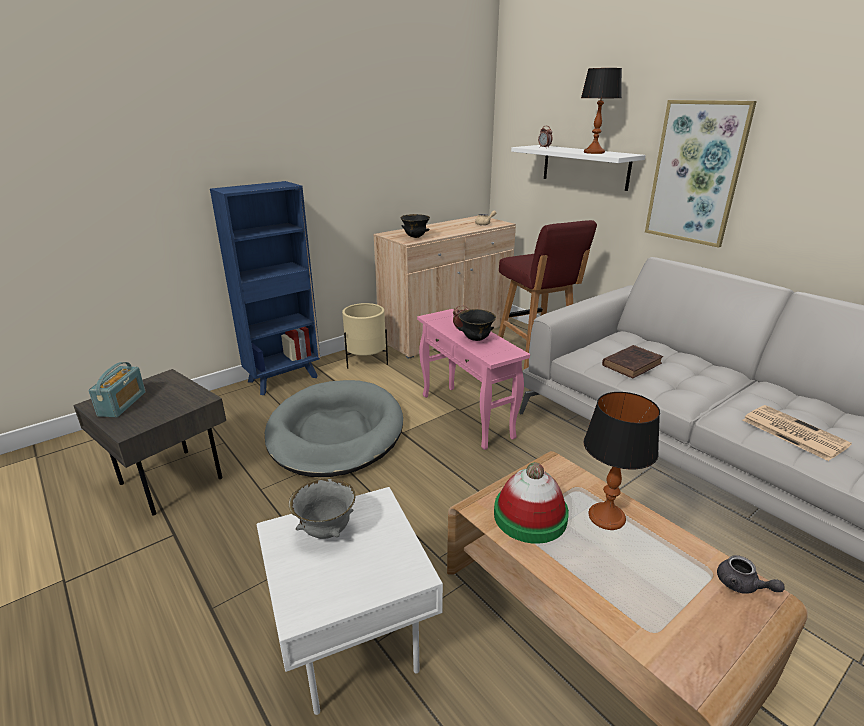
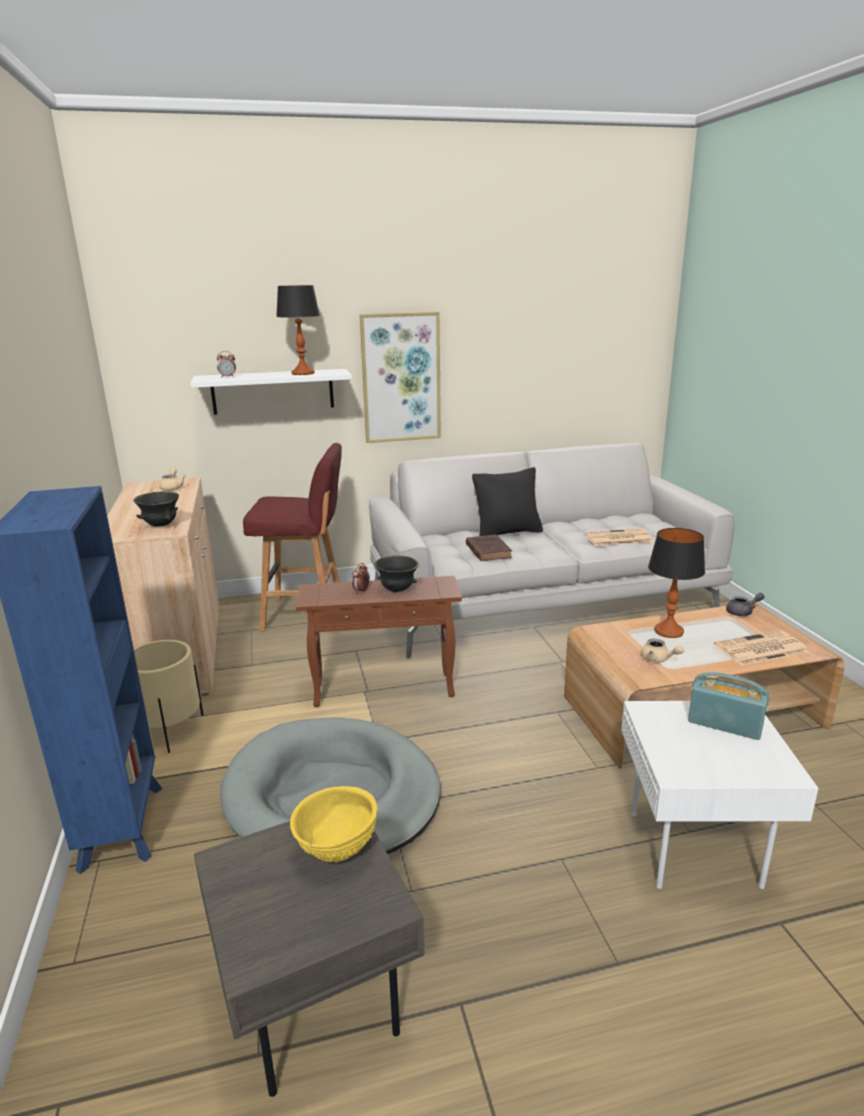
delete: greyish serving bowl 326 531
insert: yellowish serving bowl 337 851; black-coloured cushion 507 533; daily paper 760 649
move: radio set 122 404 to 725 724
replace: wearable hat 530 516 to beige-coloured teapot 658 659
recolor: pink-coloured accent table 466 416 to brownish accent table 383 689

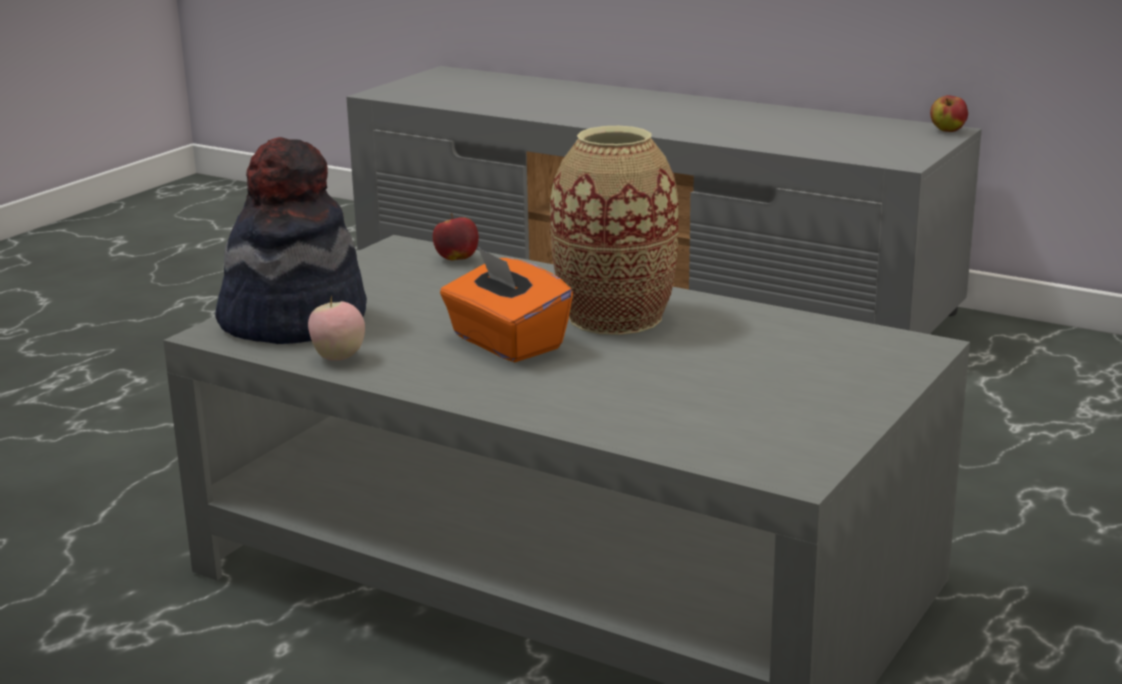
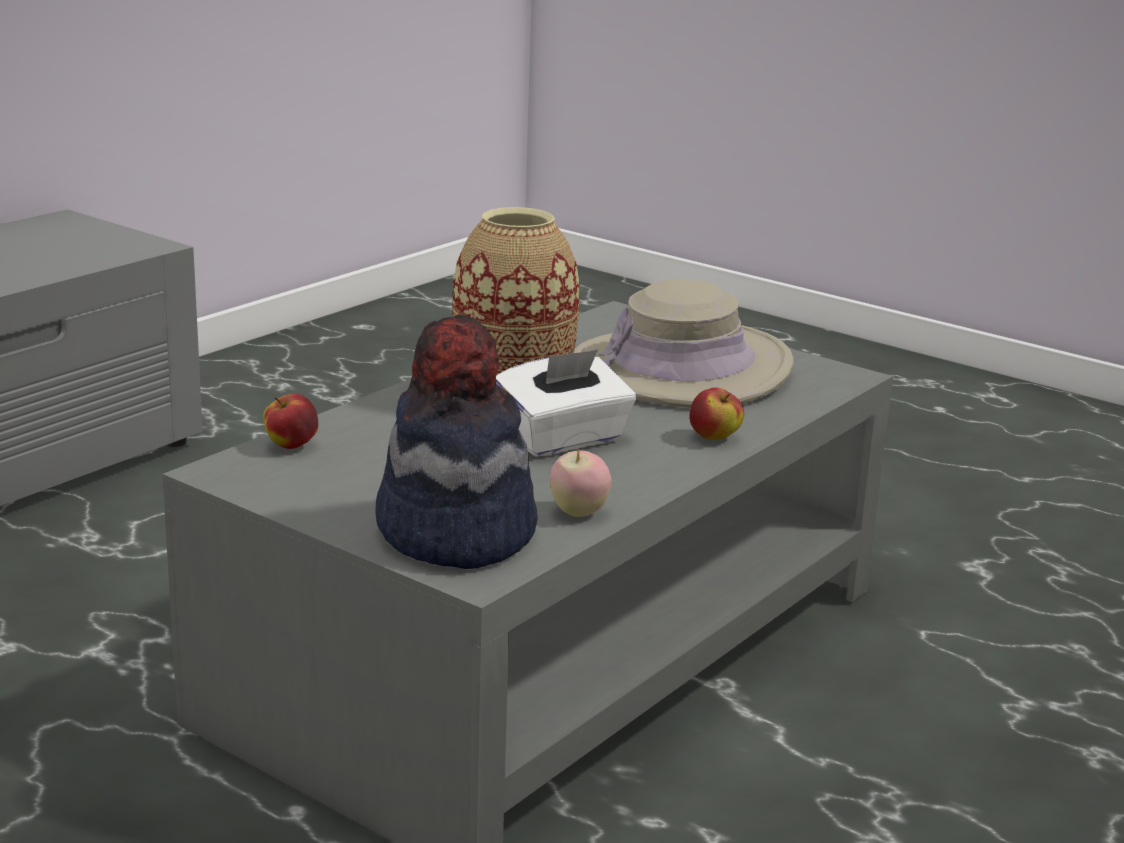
insert: beige-coloured wearable hat 682 369
move: apple 947 131 to 714 437
recolor: orange box of tissues 506 343 to white-coloured box of tissues 563 440

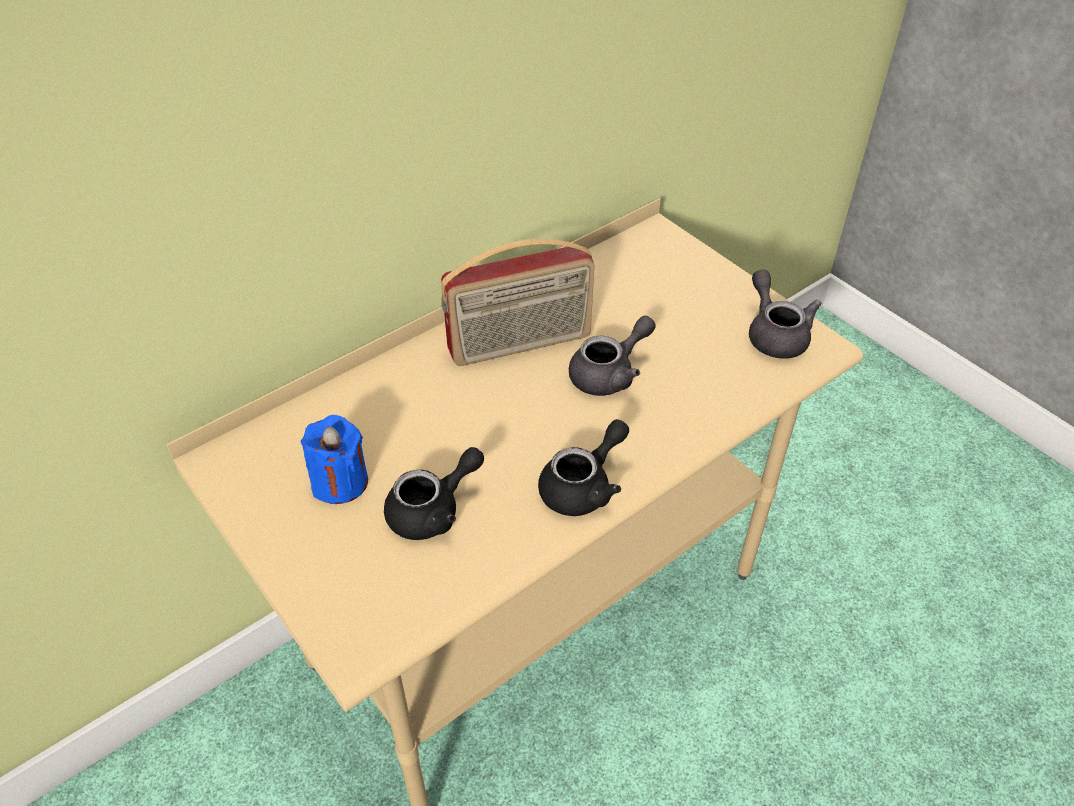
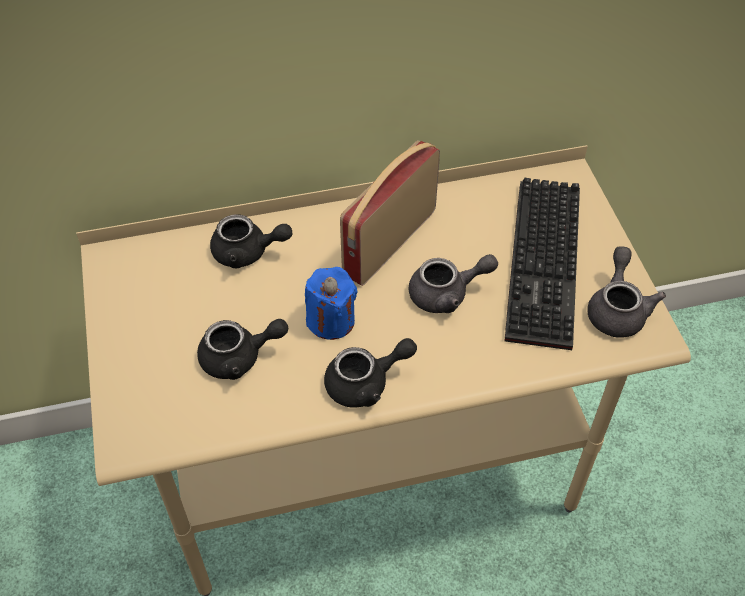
insert: black-coloured teapot 248 253; keyboard 547 266
move: bluish wax candle 340 482 to 331 321
rotate: radio set 520 344 = 388 242 120 degrees clockwise

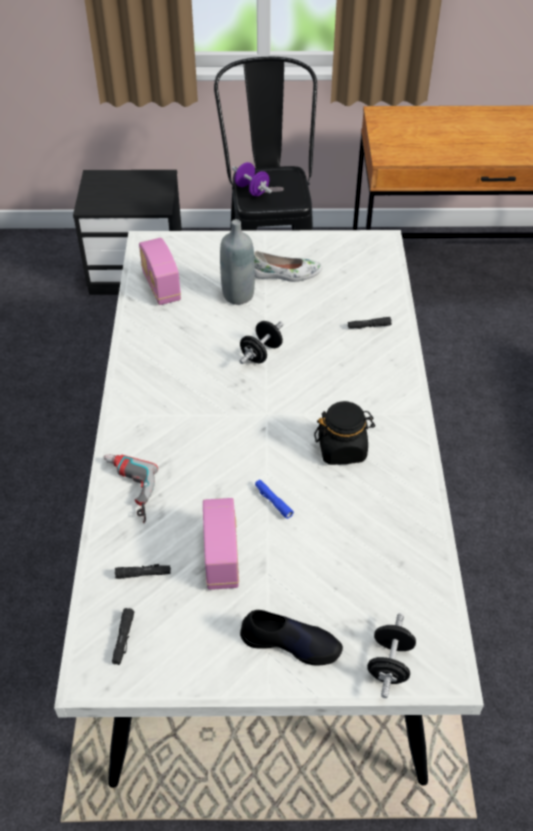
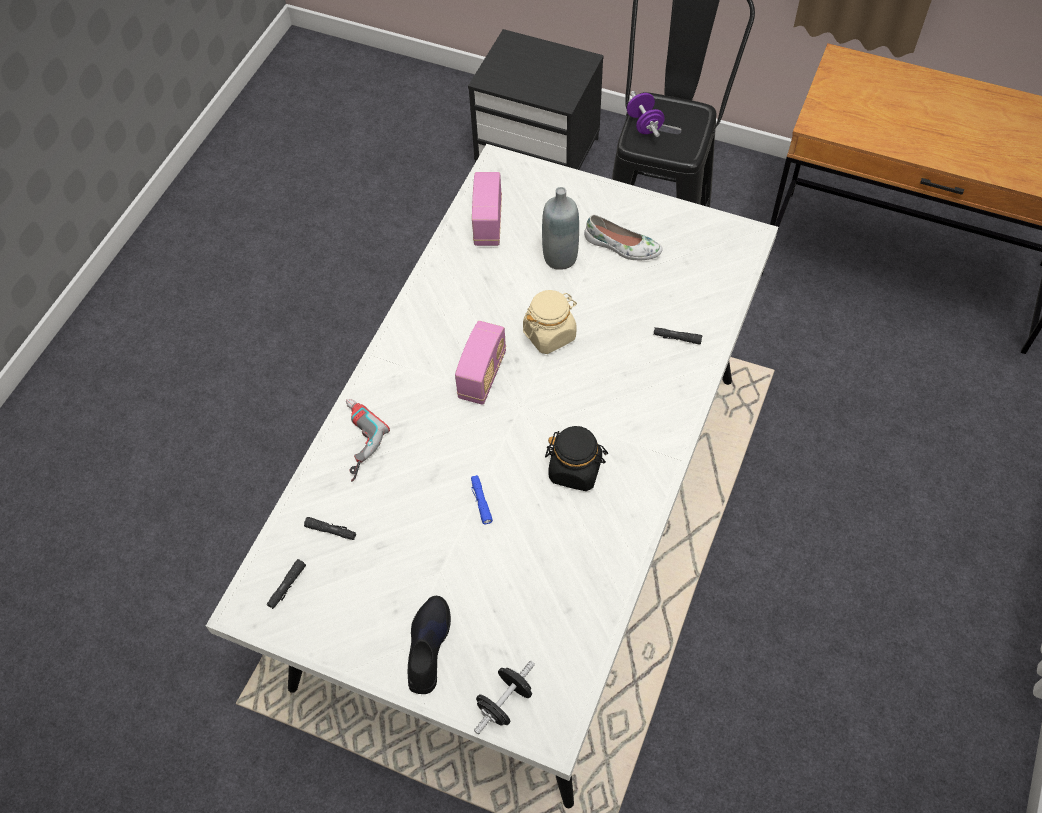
move: radio set 221 558 to 482 376
replace: black-coloured dumbbell 261 353 to beige-coloured preserve jar 550 334
rotate: black-coloured item of footwear 291 642 = 428 647 120 degrees counterclockwise

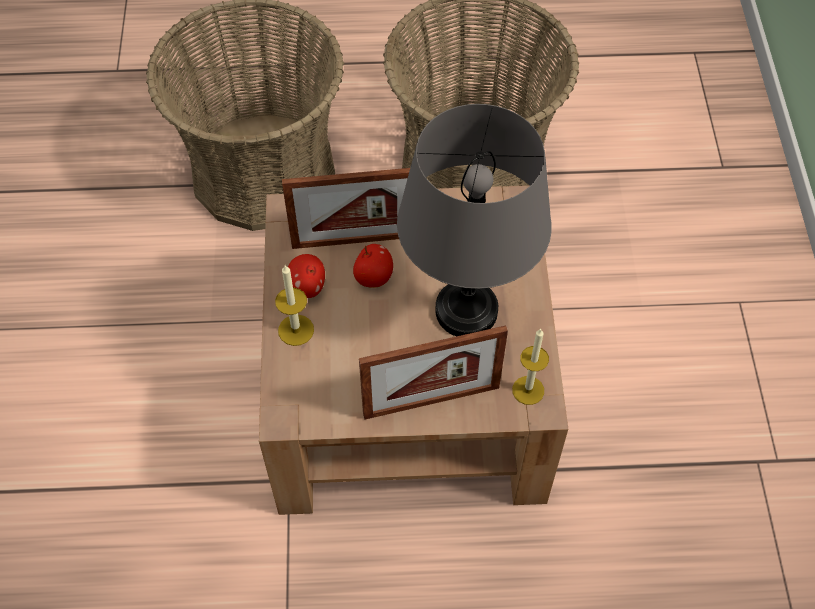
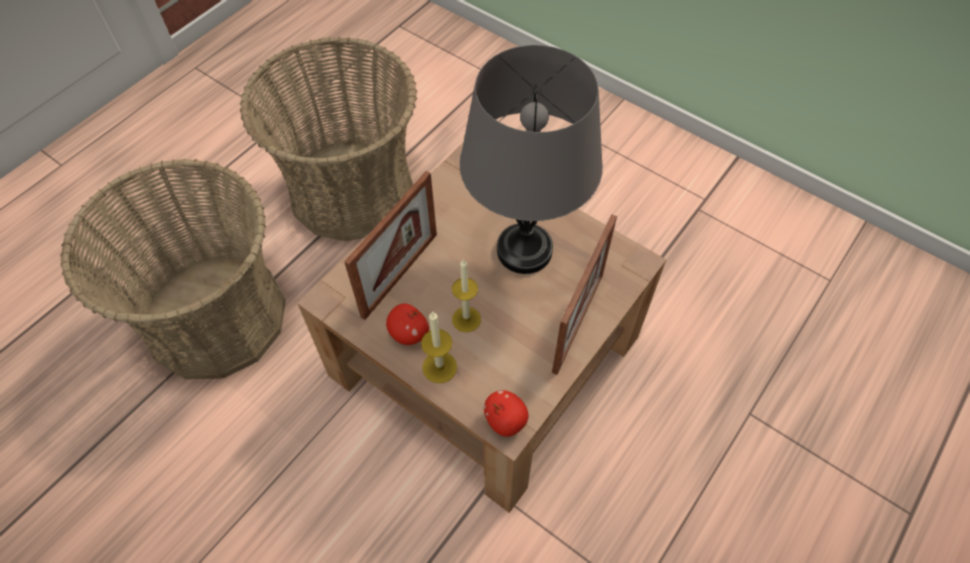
move: apple 373 277 to 505 421; wax candle 528 390 to 466 319

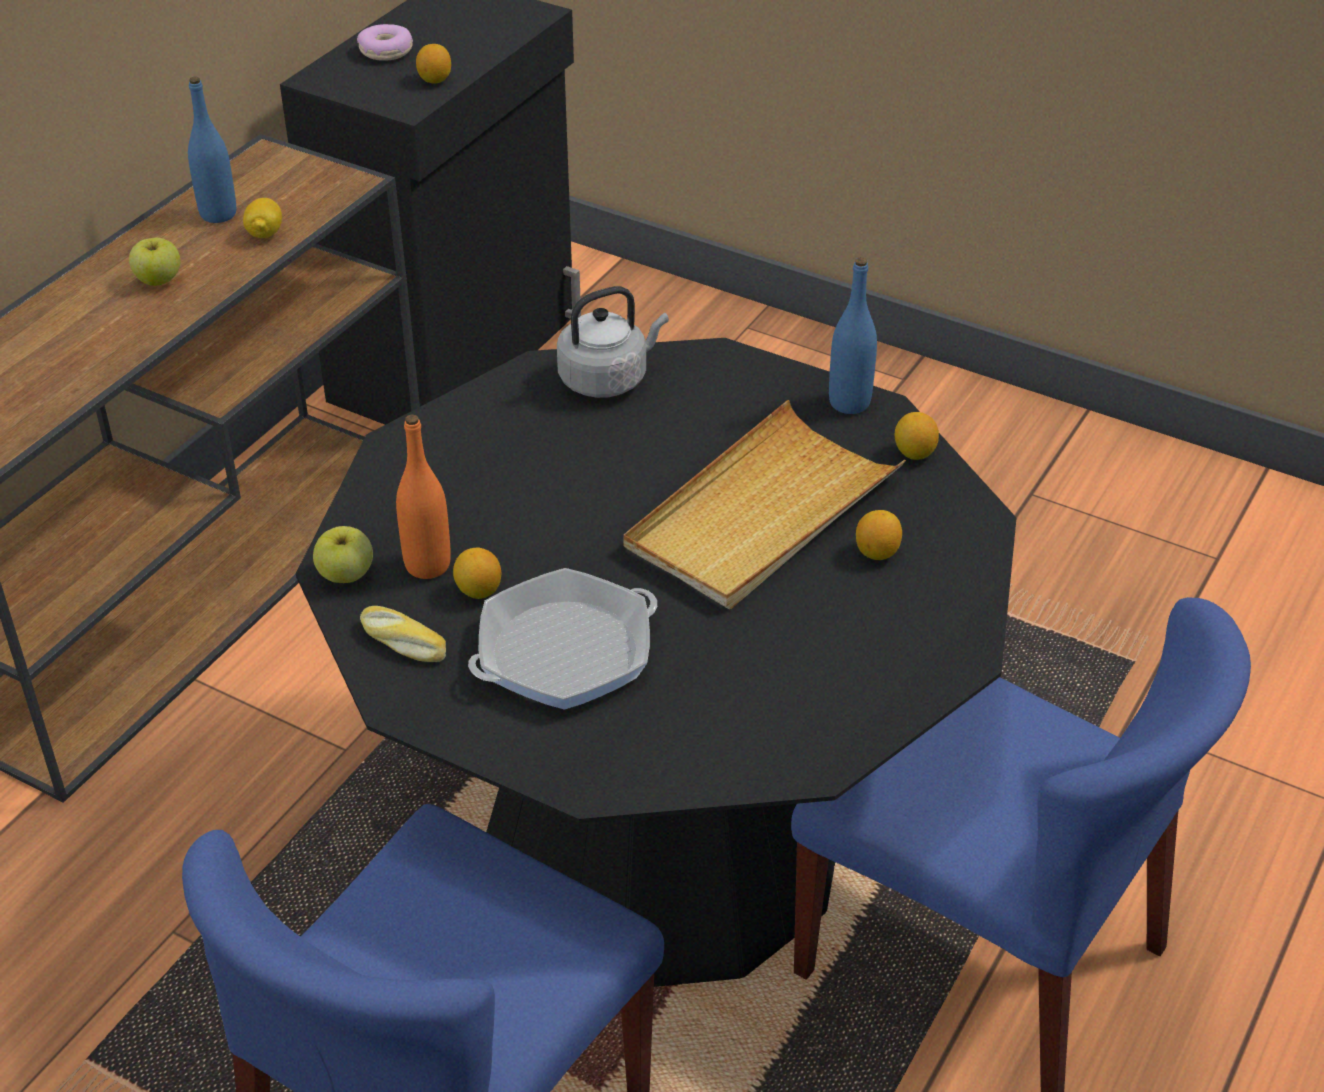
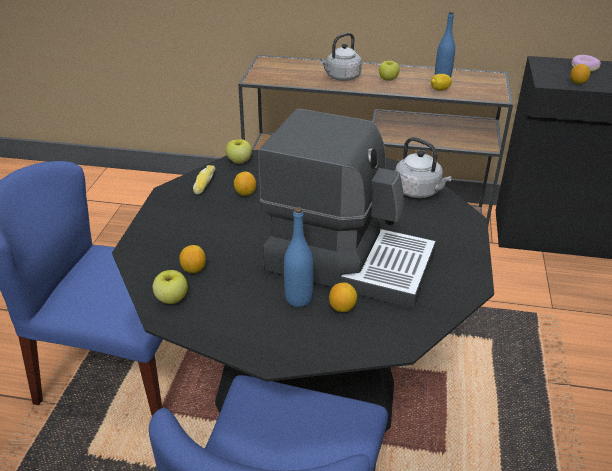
delete: orange beverage bottle 427 565; frying pan 565 652
insert: apple 172 298; greyish kettle 341 77
move: bluish beverage bottle 849 402 to 298 299; citrus fruit 914 453 to 194 269
replace: beige-coloured tray 761 513 to coffee maker 349 260

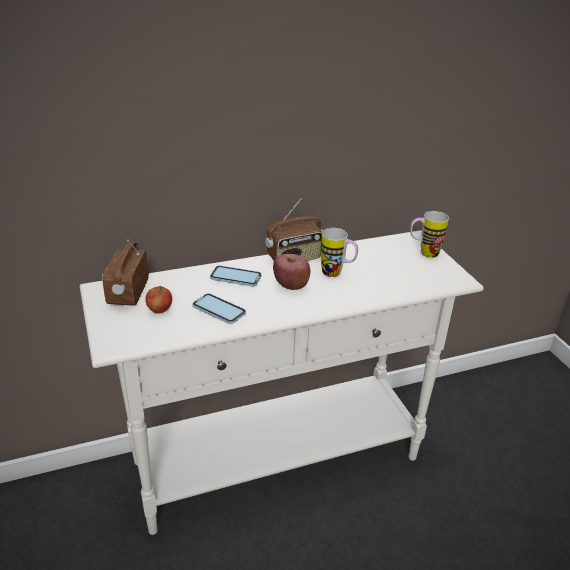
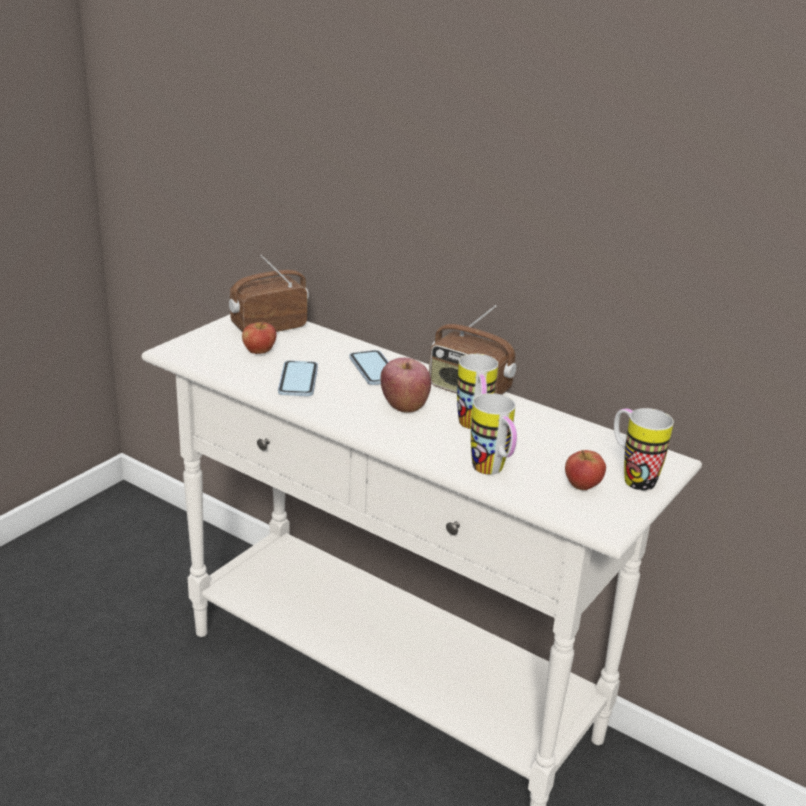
insert: tea mug 493 472; apple 582 486

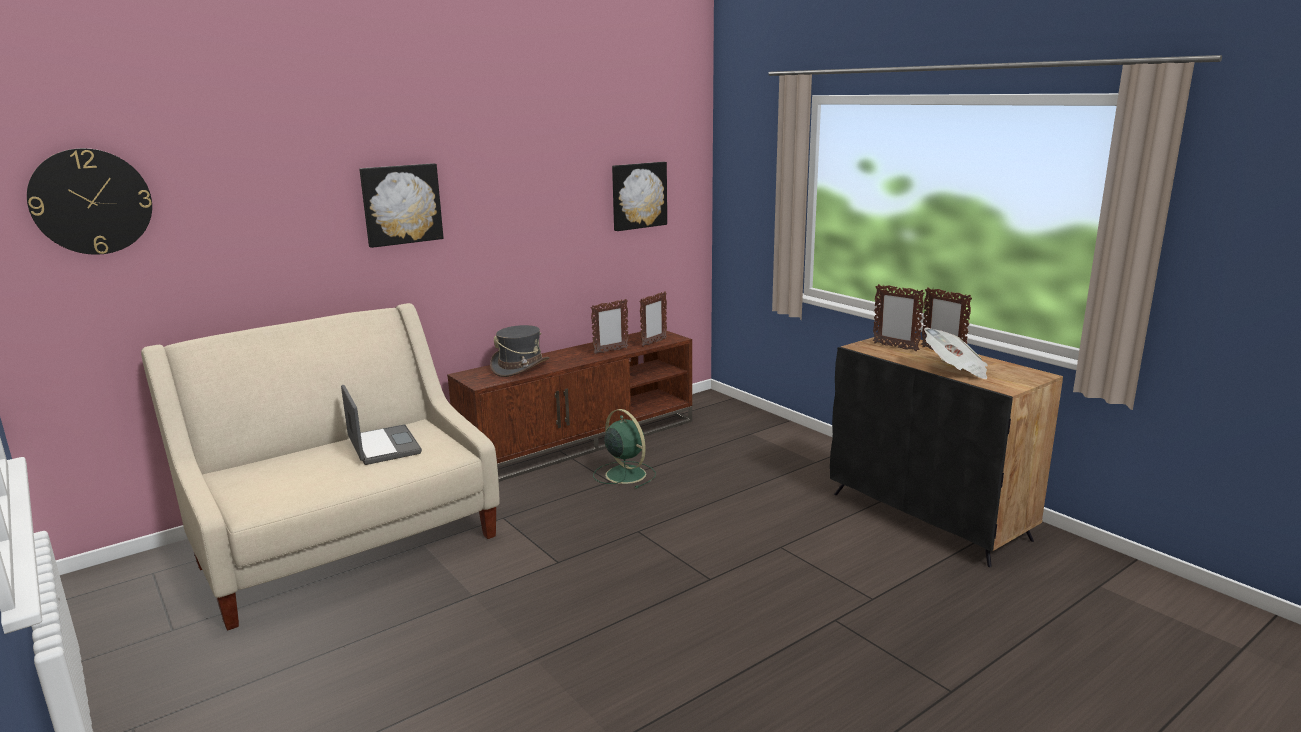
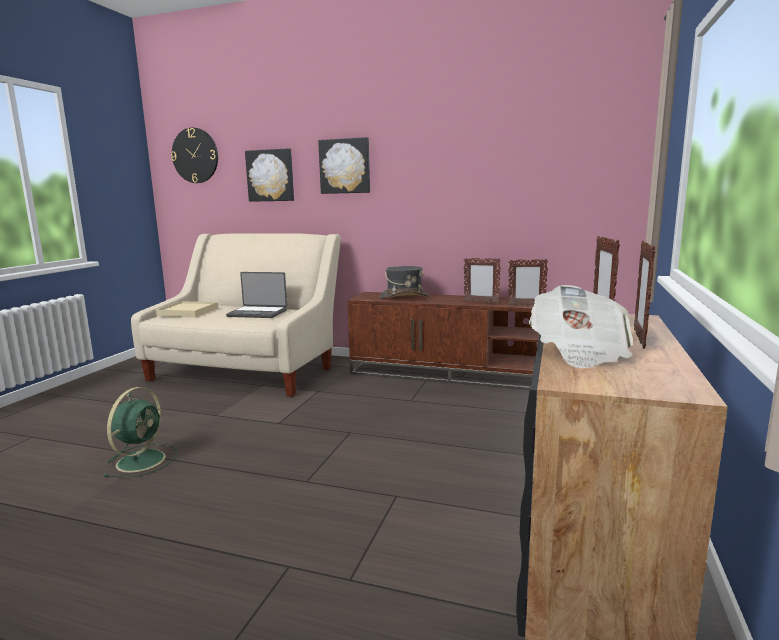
insert: beige-coloured tray 188 312
move: green cooling fan 624 474 to 142 460; picture 638 195 to 271 175
rotate: portable computer 382 446 = 258 313 75 degrees clockwise

